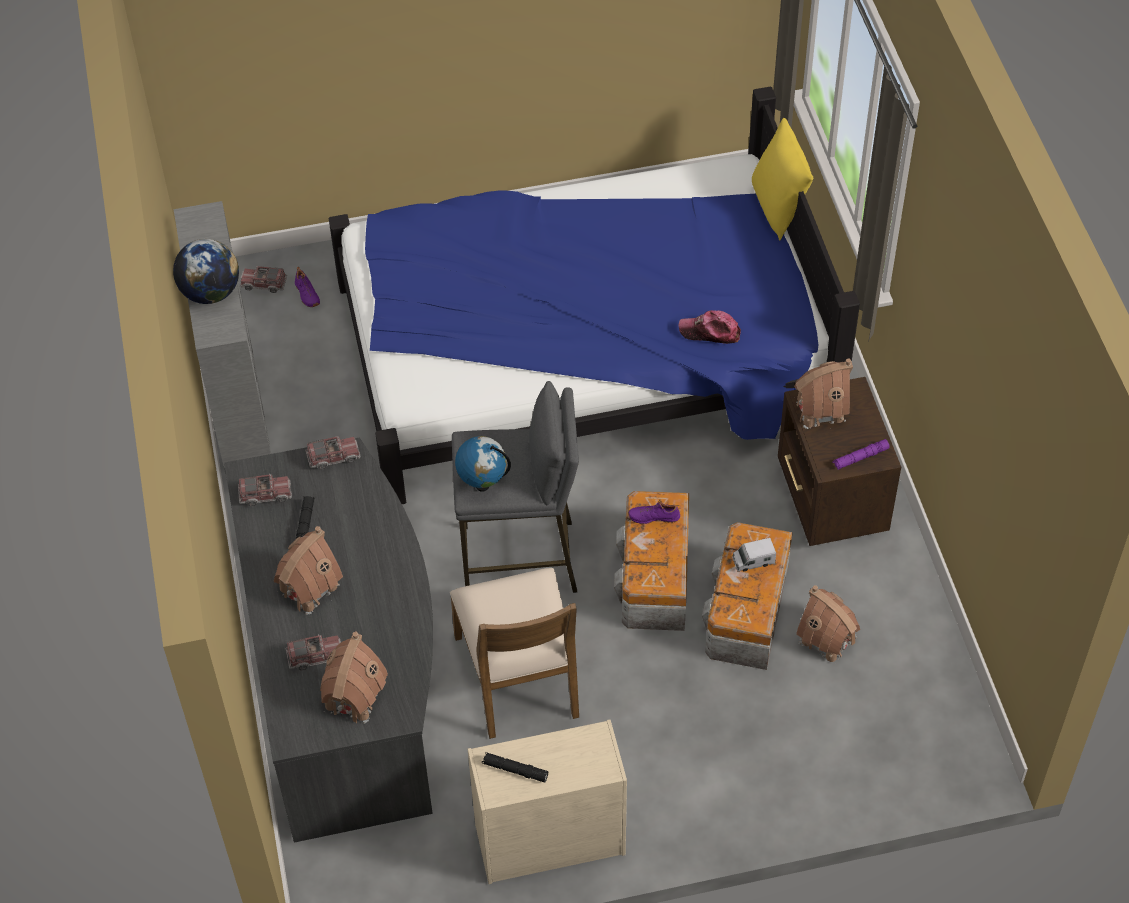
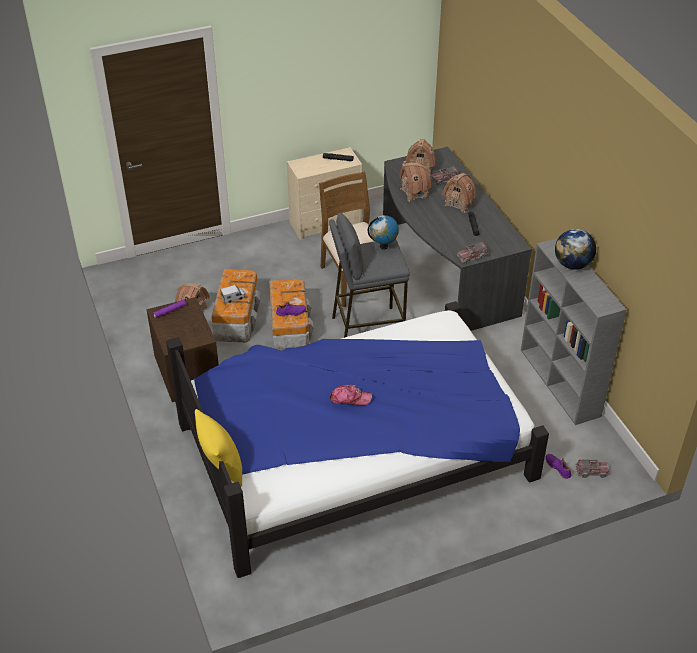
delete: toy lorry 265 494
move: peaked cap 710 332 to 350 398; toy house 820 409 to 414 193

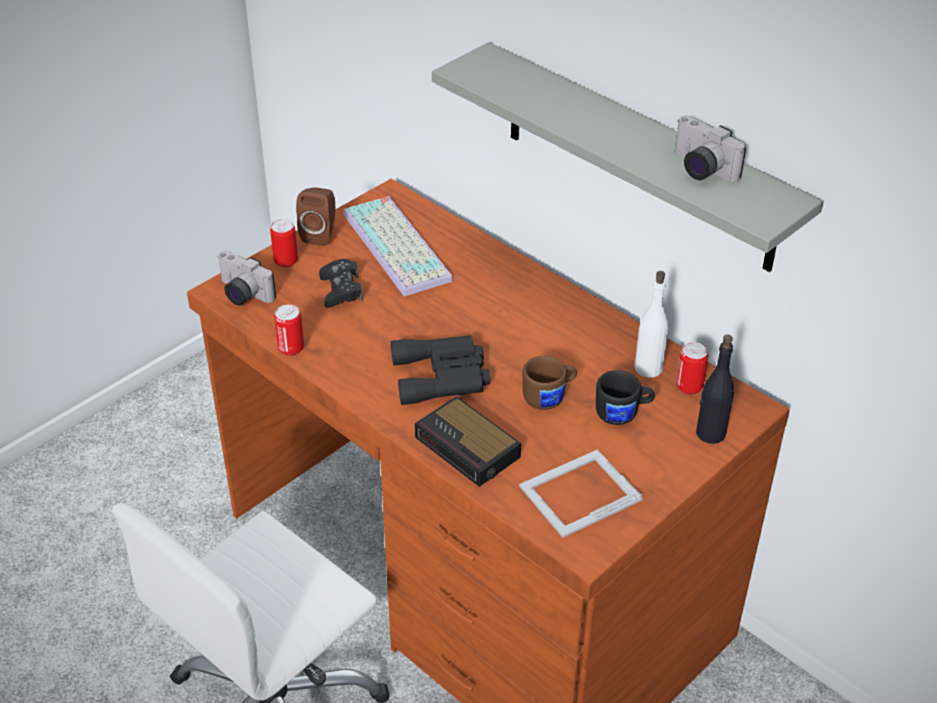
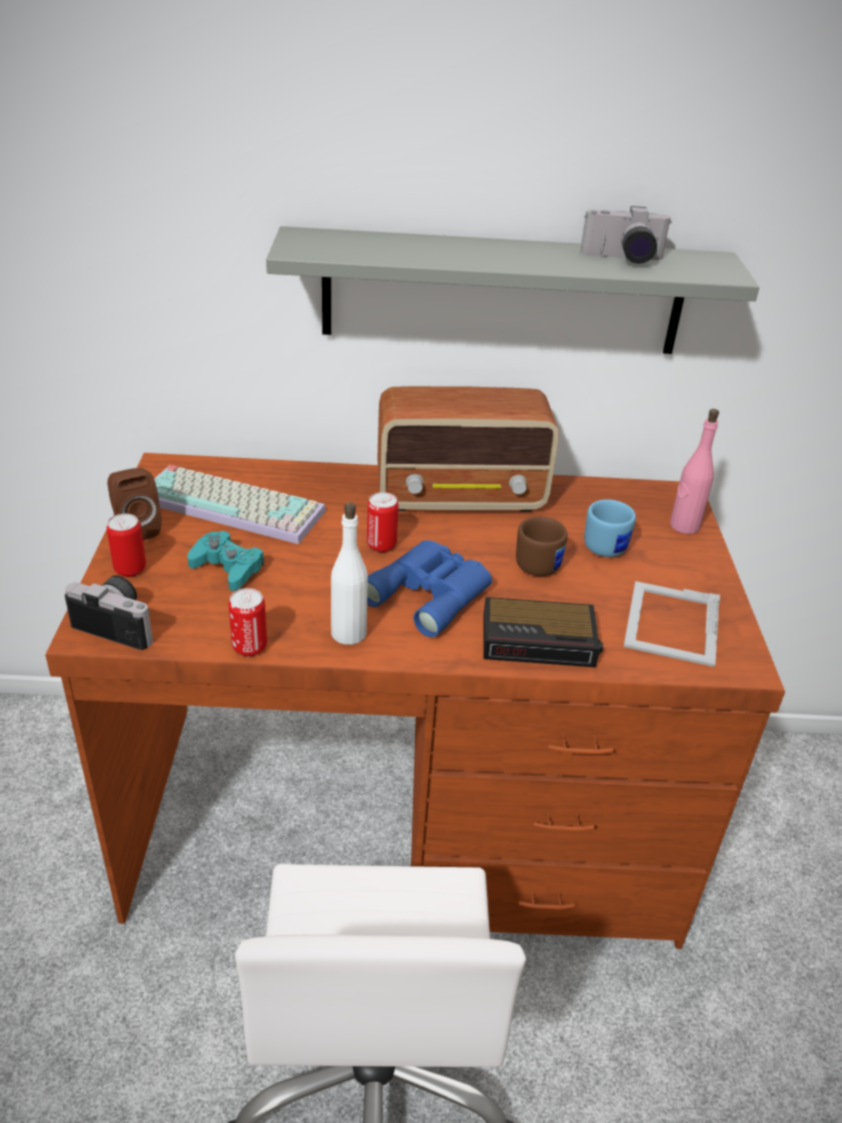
insert: radio set 462 497
move: white-coloured beverage bottle 648 368 to 348 633; sealed can 689 387 to 381 545
recolor: black-coloured gamepad 341 290 to turquoise gamepad 227 567; black-coloured pair of binoculars 443 376 to bluish pair of binoculars 431 593; black-coloured tea mug 623 414 to bluish tea mug 609 545; black-coloured beverage bottle 710 433 to pink-coloured beverage bottle 684 526
rotate: still camera 241 294 = 120 624 150 degrees counterclockwise

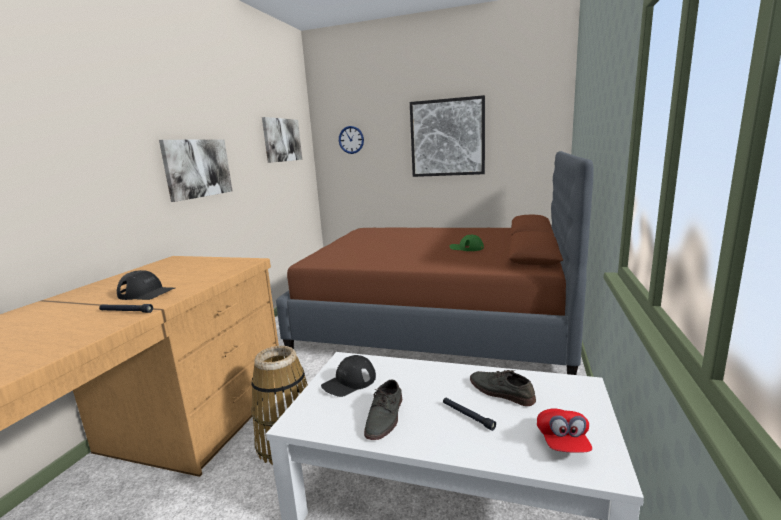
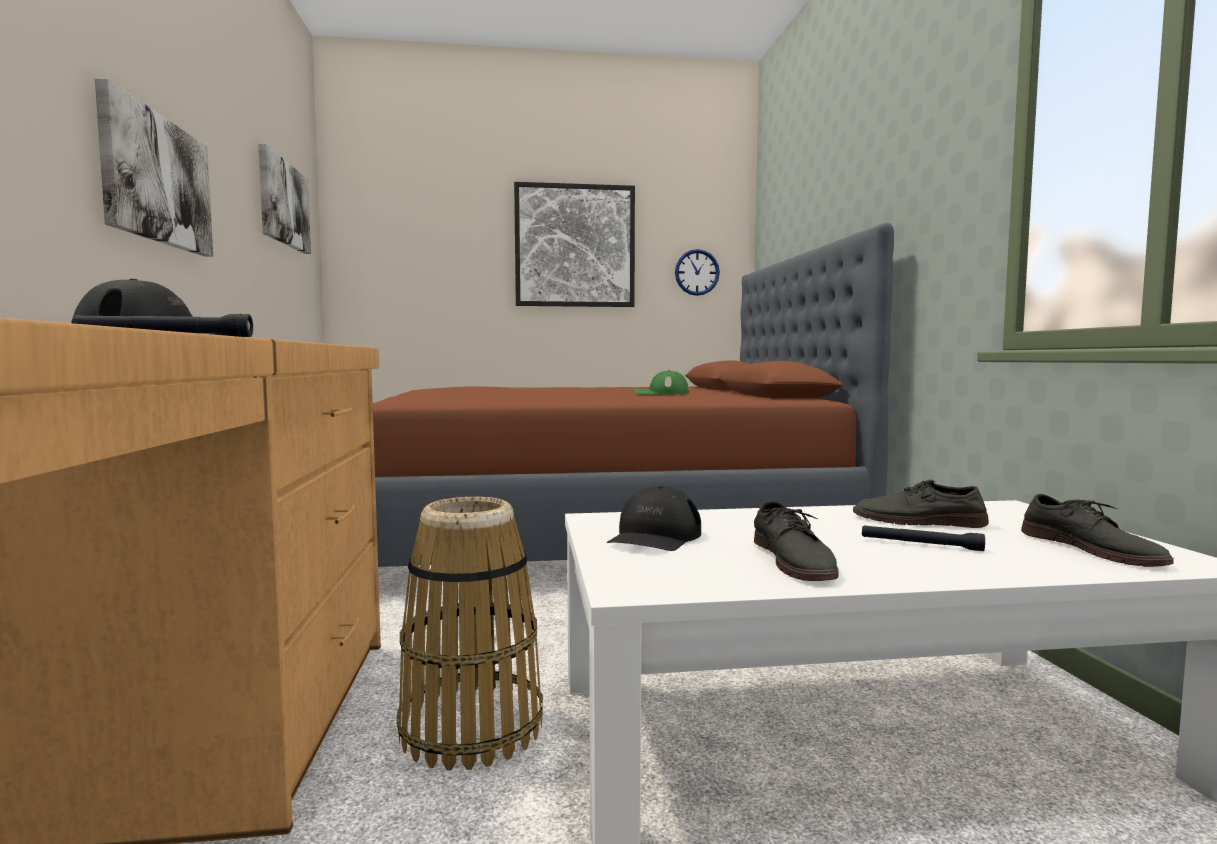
move: wall clock 351 140 to 697 272
replace: red-coloured peaked cap 562 442 to greyish item of footwear 1091 549

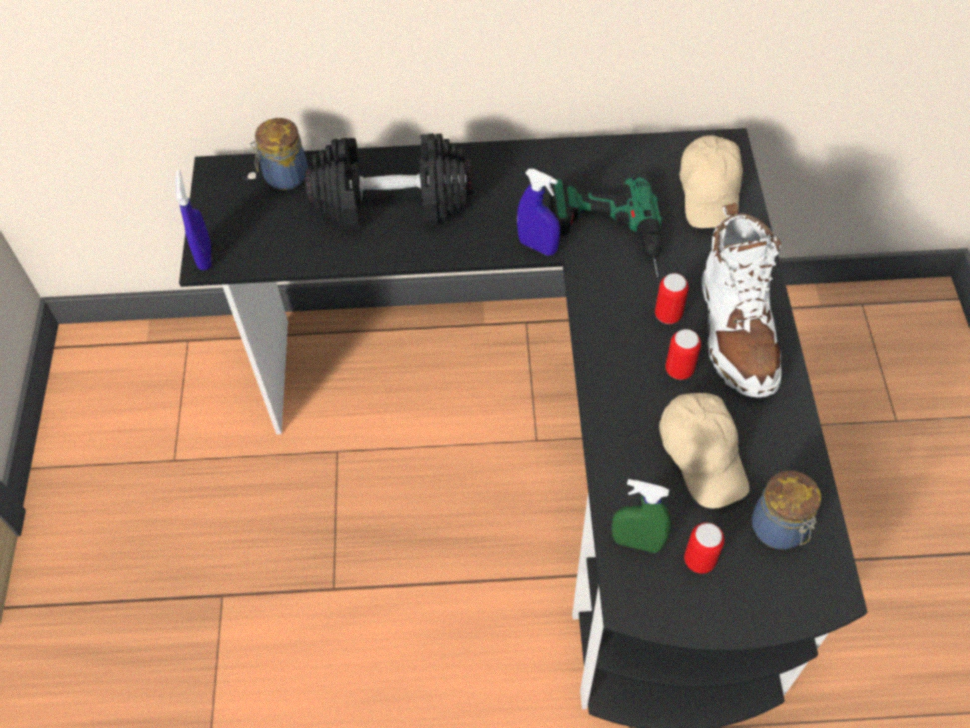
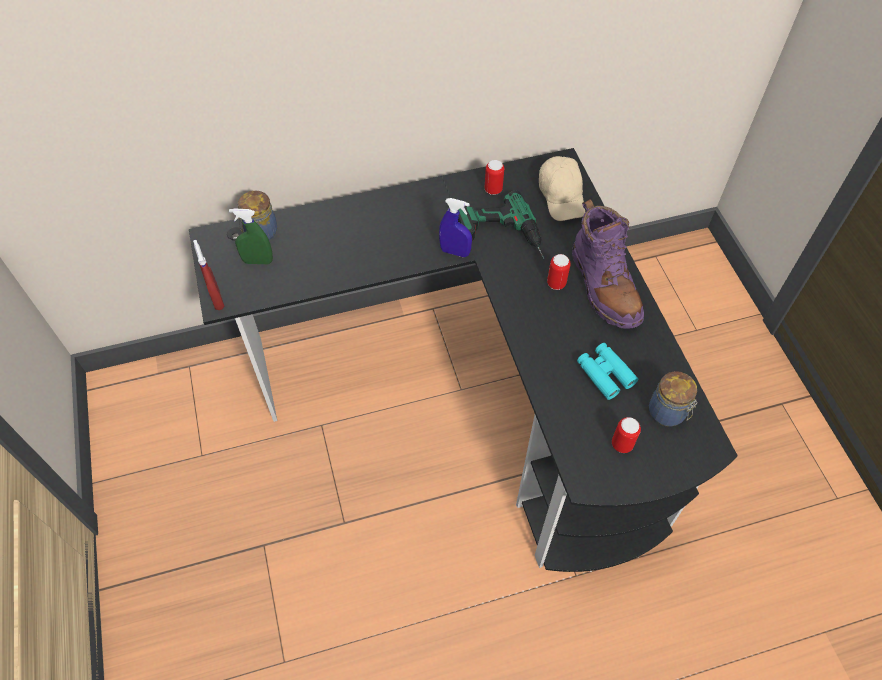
delete: black-coloured dumbbell 392 203
move: green sprayer 637 542 to 258 261; sealed can 679 370 to 493 190
replace: beige-coloured peaked cap 703 455 to turquoise pair of binoculars 605 374
recolor: bluish sprayer 205 256 to red-coloured sprayer 217 299; white-coloured tall boot 736 331 to purple-coloured tall boot 604 286

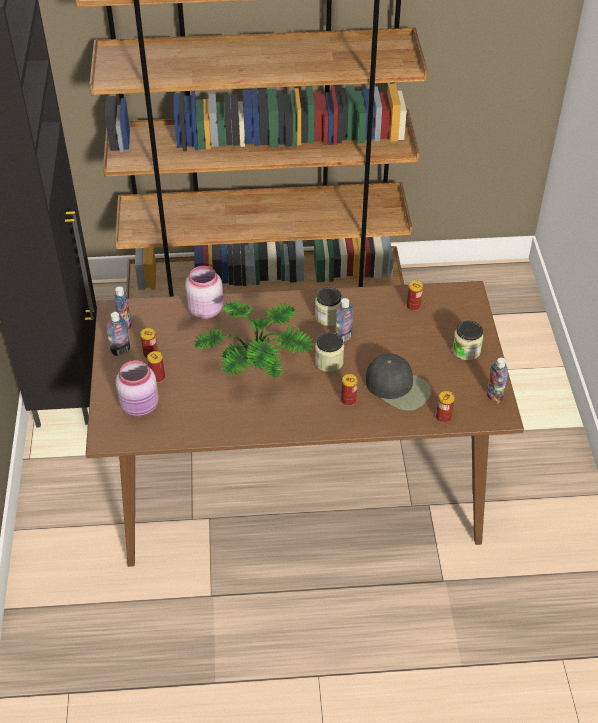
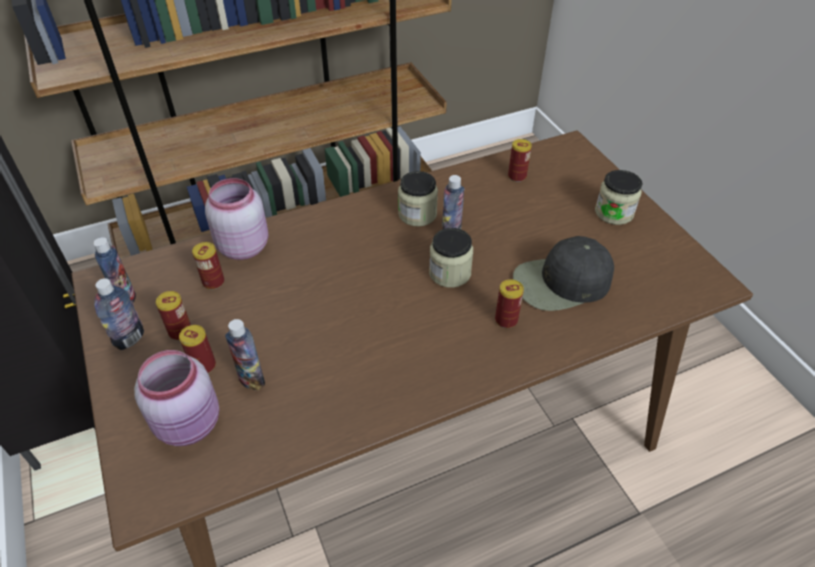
delete: houseplant 256 370
move: sealed can 443 417 to 213 282; beverage bottle 494 396 to 251 379
rotate: black-coloured peaked cap 398 387 = 561 282 150 degrees clockwise

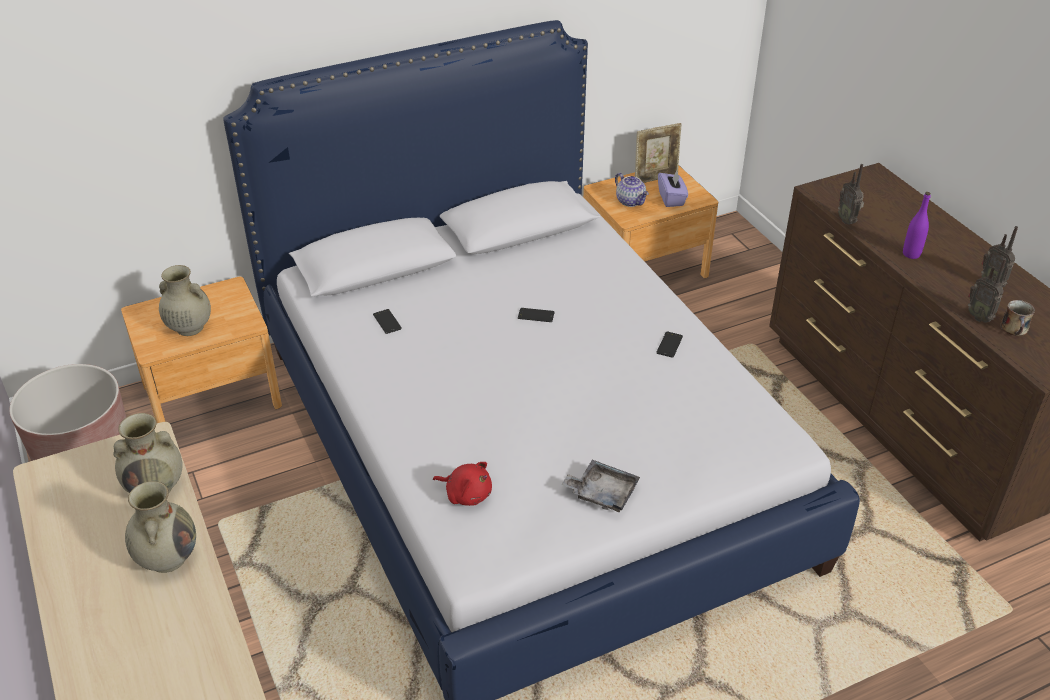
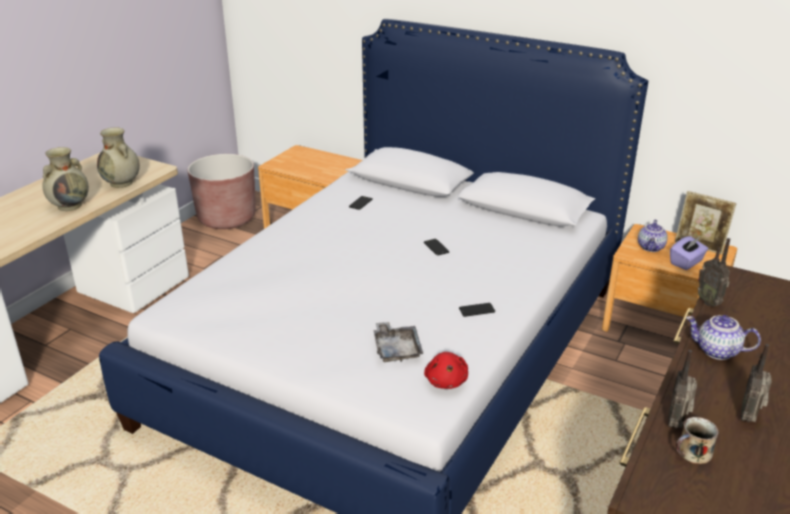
delete: beige-coloured decorative vase 189 327
move: red-coloured cuddly toy 466 494 to 446 381; greyish tray 602 493 to 396 349
replace: purple-coloured beverage bottle 911 254 to teapot 716 351
rotate: radio set 847 220 = 709 302 60 degrees counterclockwise

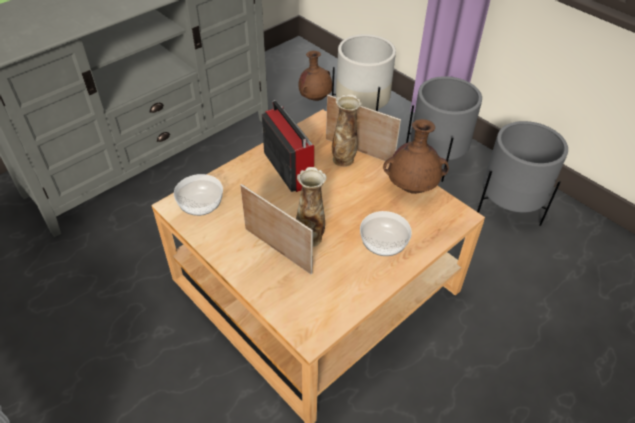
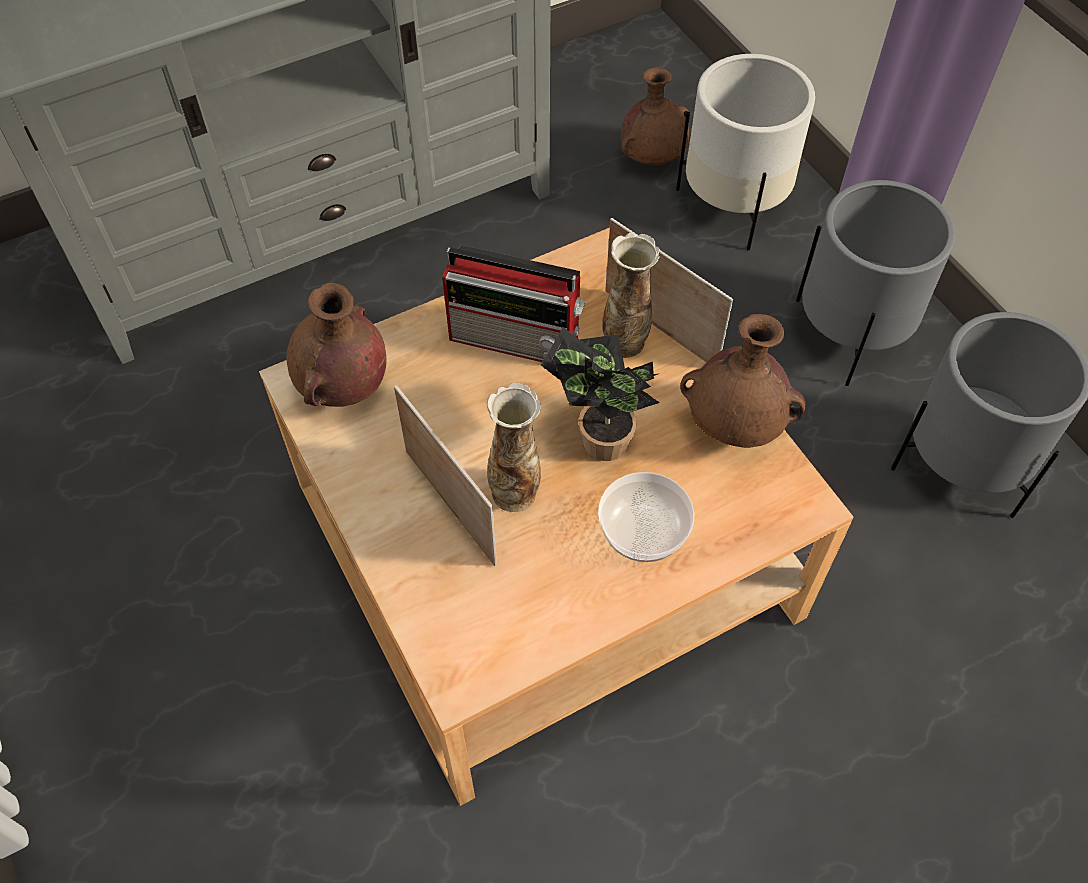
insert: houseplant 598 440
replace: serving bowl 201 204 to brownish decorative vase 343 387
rotate: radio set 288 167 = 517 339 120 degrees clockwise

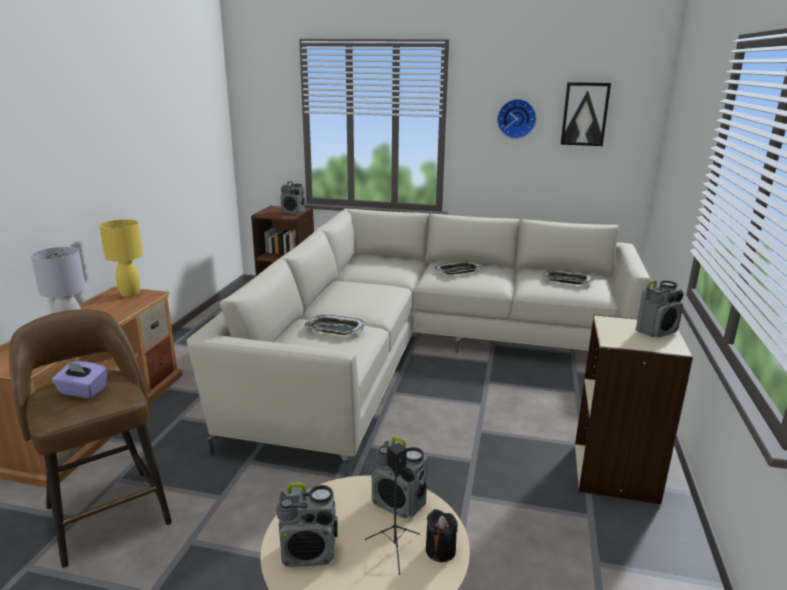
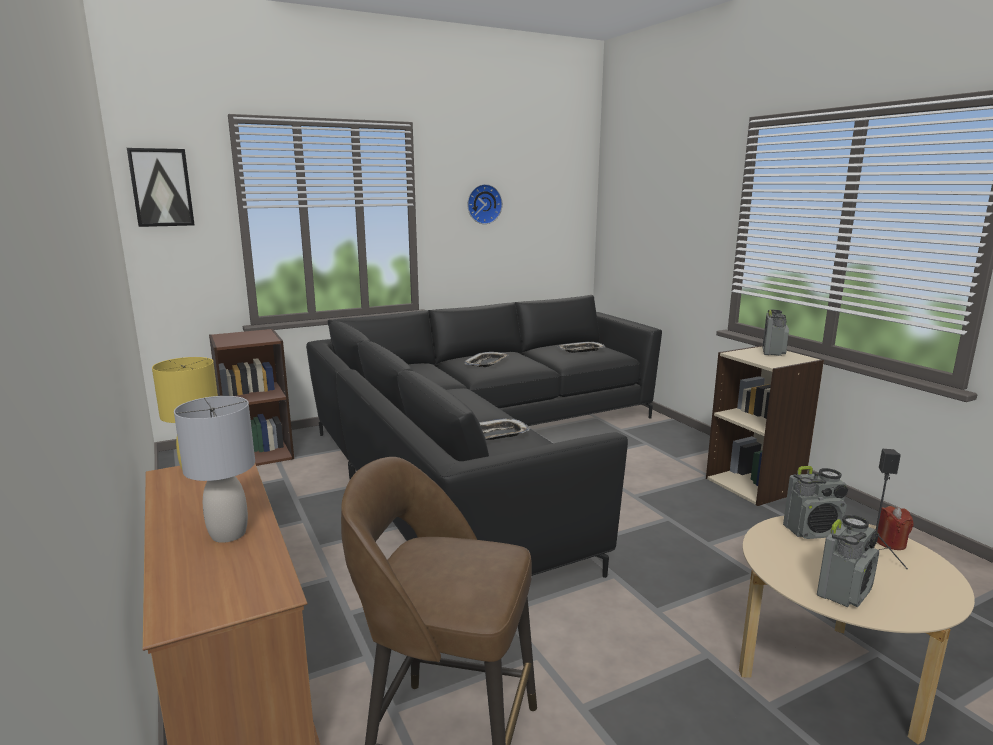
delete: purple-coloured box of tissues 82 392; radio set 293 212
move: picture 585 114 to 161 187
recolor: beige-coloured sofa 417 352 to black-coloured sofa 482 456; black-coloured wax candle 440 550 to red-coloured wax candle 890 543

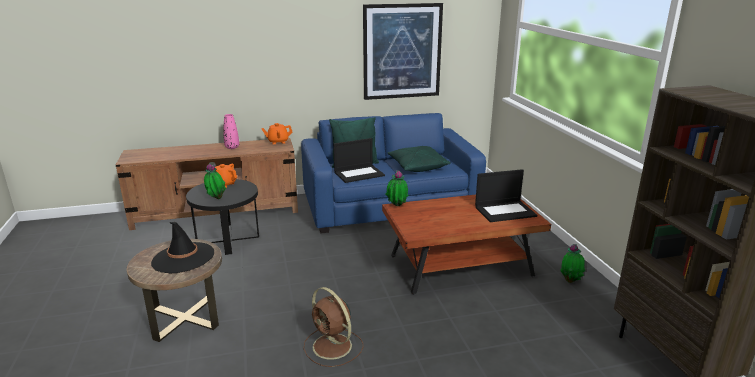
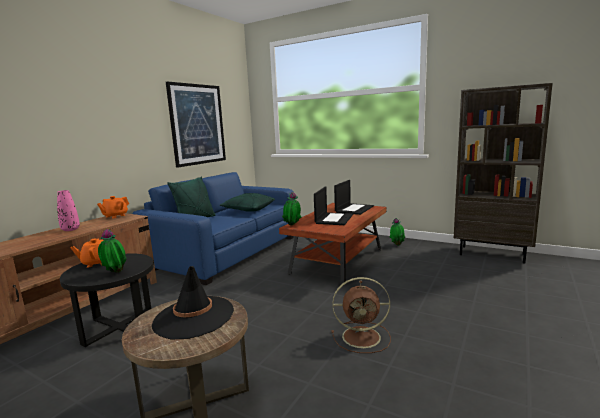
move: portable computer 359 174 to 334 219

